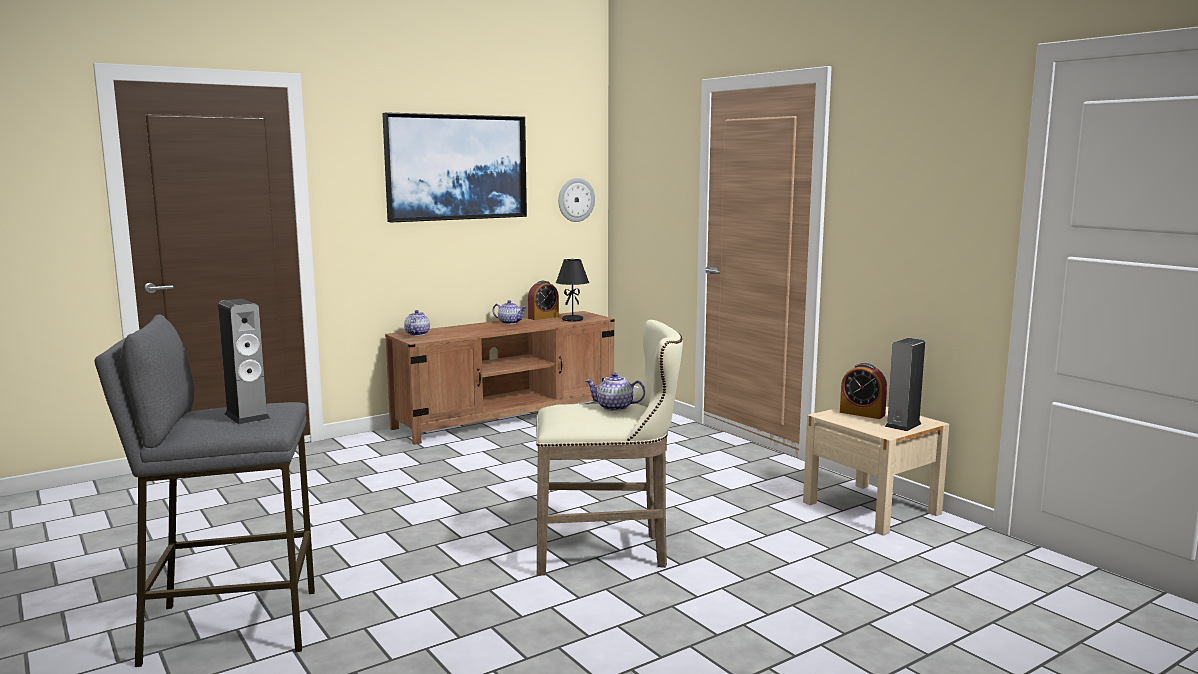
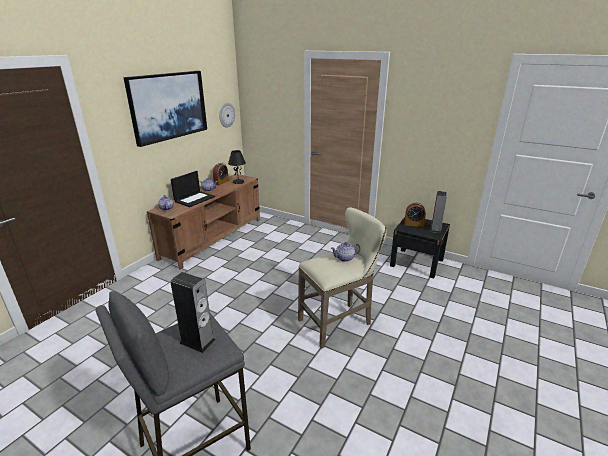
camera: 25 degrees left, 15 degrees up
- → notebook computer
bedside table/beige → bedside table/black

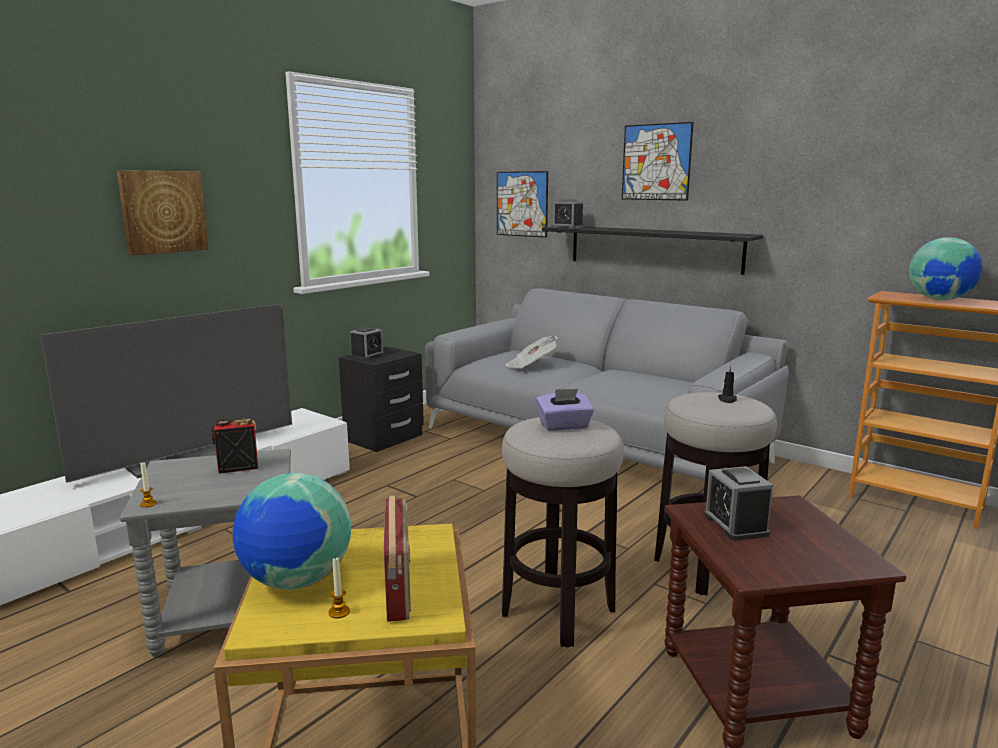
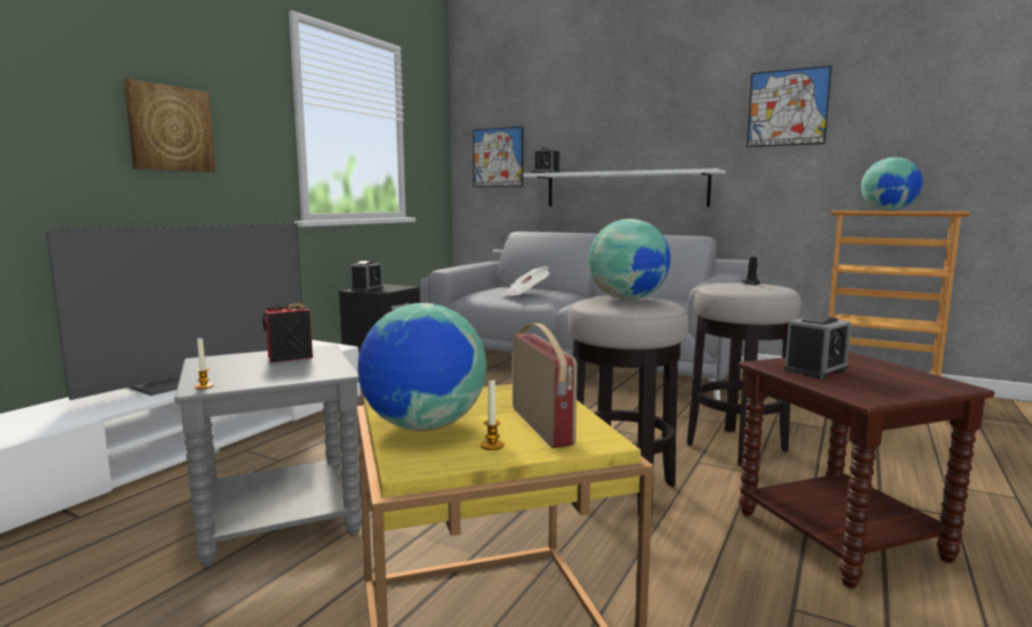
camera: 10 degrees left, 5 degrees down
wall picture (no. 3 from left), shifted
tissue box/purplish → desk globe (no. 2 from left)
bracket shelf/black → bracket shelf/white-coloured
alarm clock (no. 3 from left), 105 degrees counterclockwise

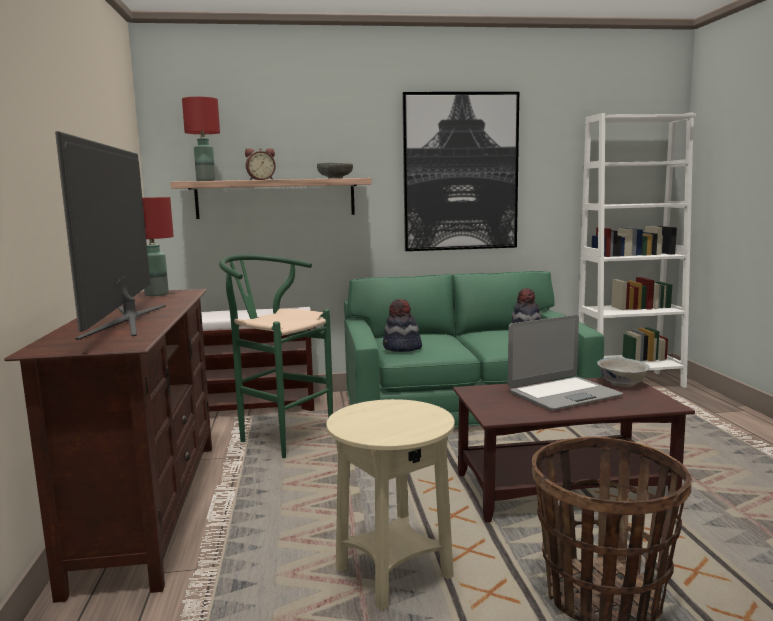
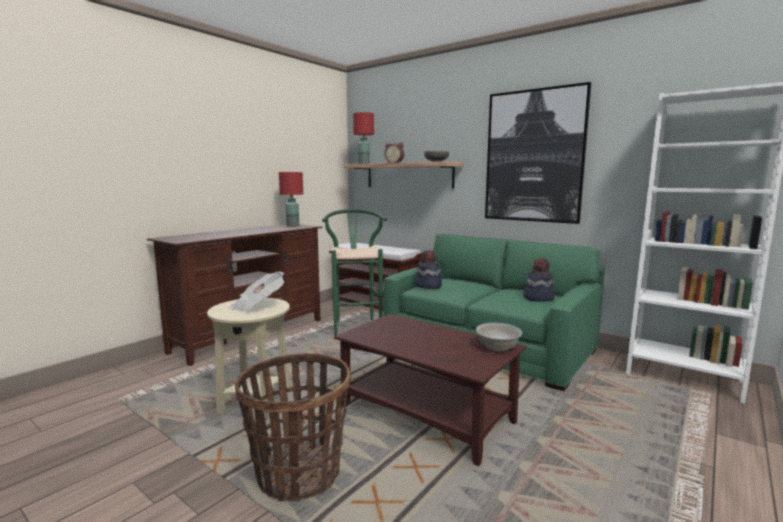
camera: 45 degrees right, 0 degrees up
television → -
notebook computer → -
- → newspaper

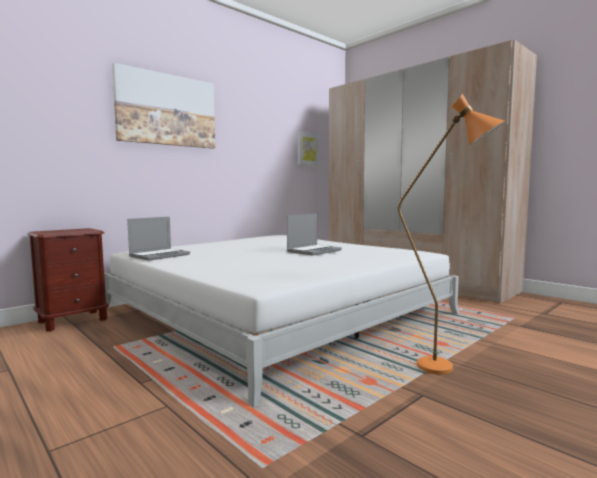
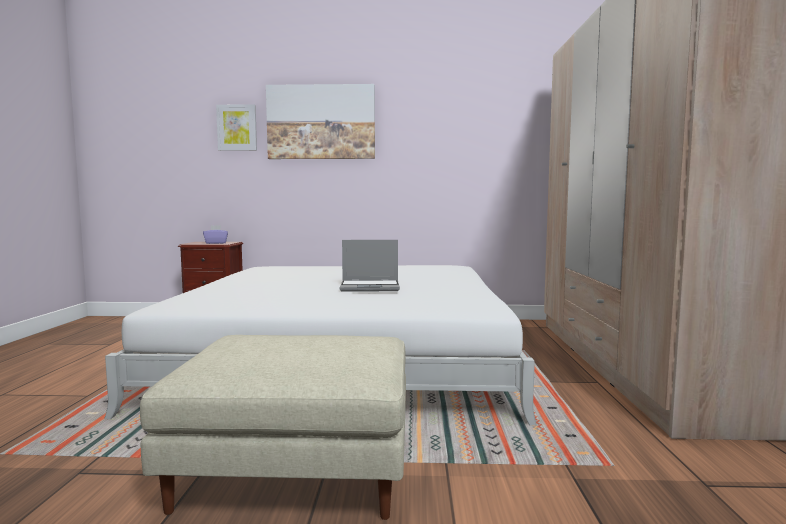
camera: 45 degrees right, 0 degrees up
notebook computer (no. 1 from left) → -
- → tissue box/purplish
wall picture (no. 2 from left in the first image) → wall picture (no. 1 from left), shifted
standard lamp/orange-coloured → pouffe/beige

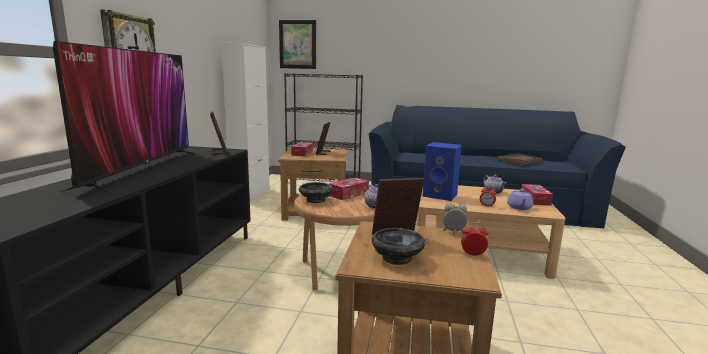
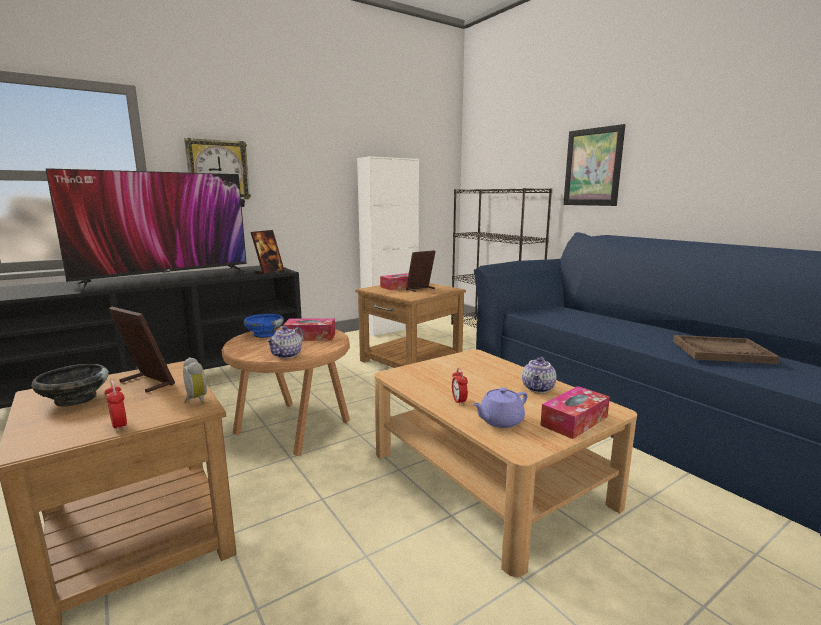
camera: 45 degrees right, 0 degrees up
loudspeaker/blue-coloured → -
wall picture, shifted
deep dish/black (no. 1 from left) → deep dish/blue-coloured

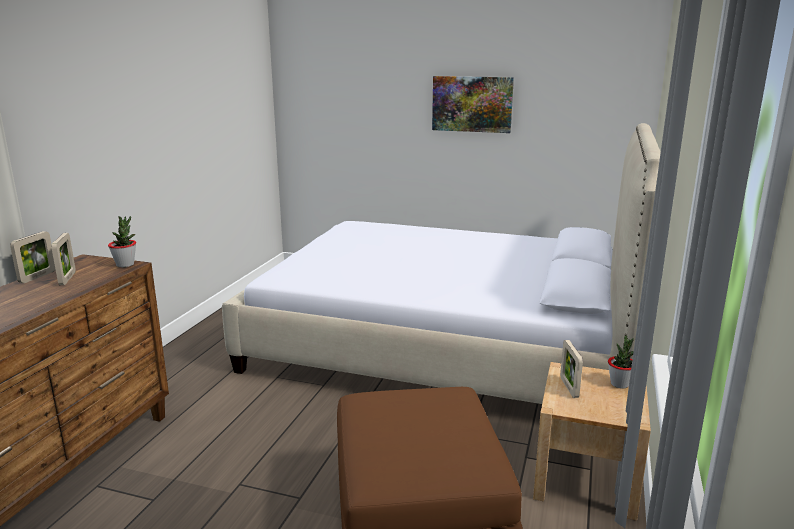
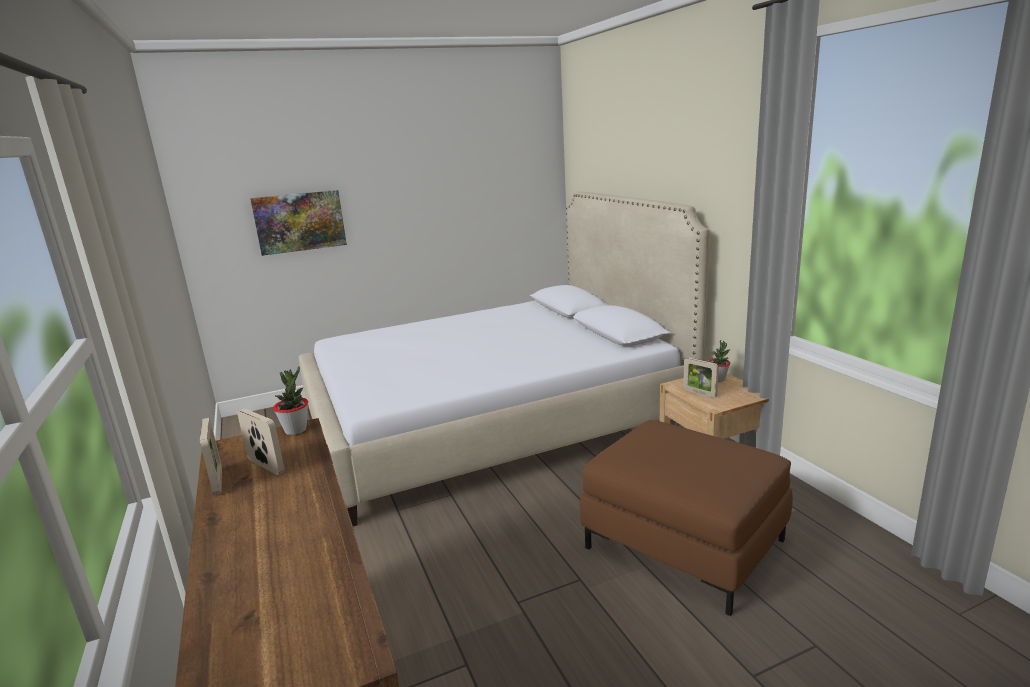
camera: 40 degrees left, 0 degrees up
wall picture, shifted

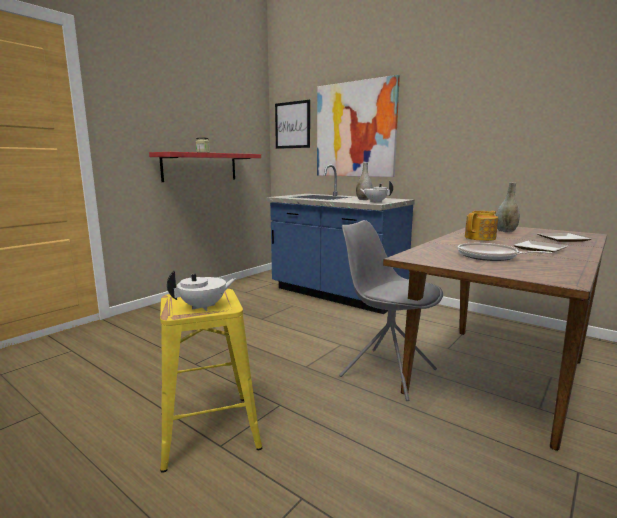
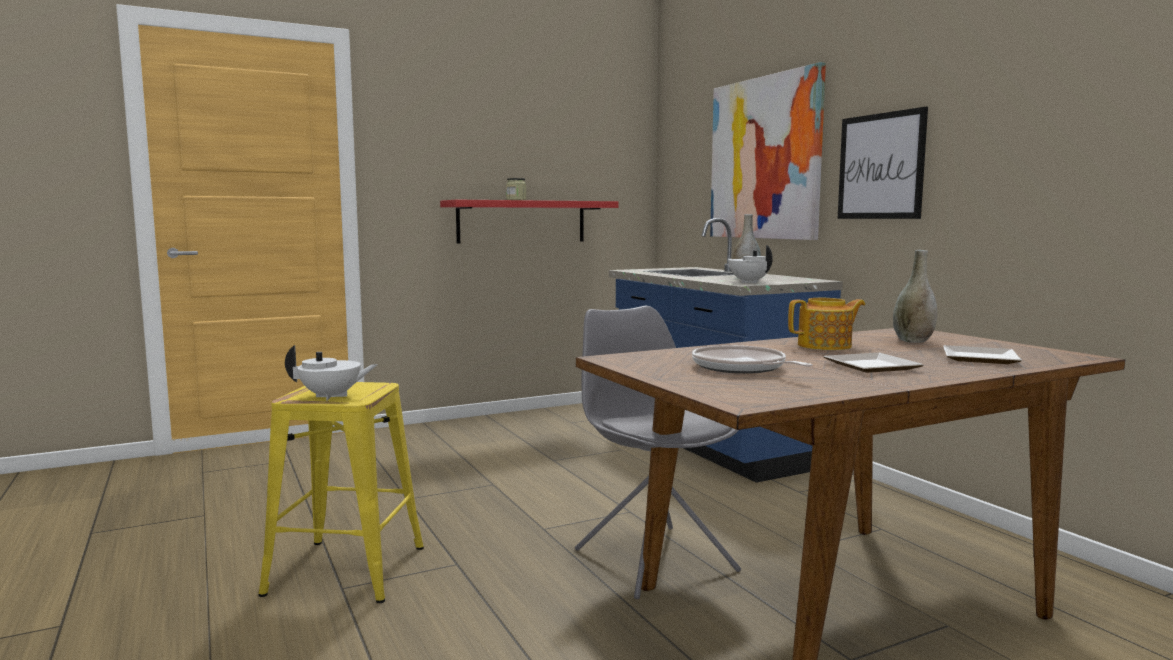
camera: 25 degrees right, 5 degrees down
wall picture (no. 1 from left in the first image) → wall picture (no. 2 from left), shifted

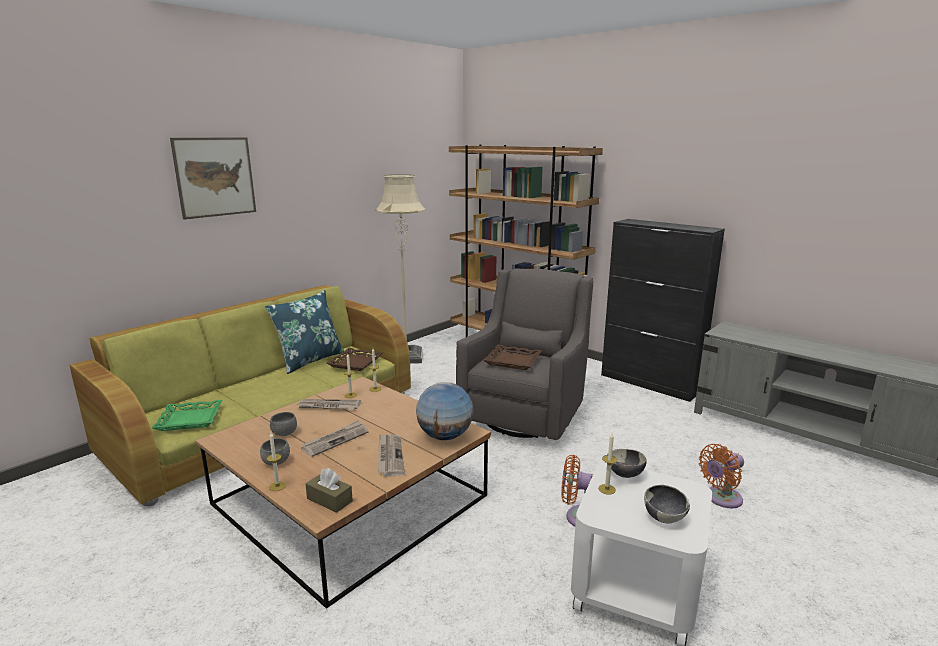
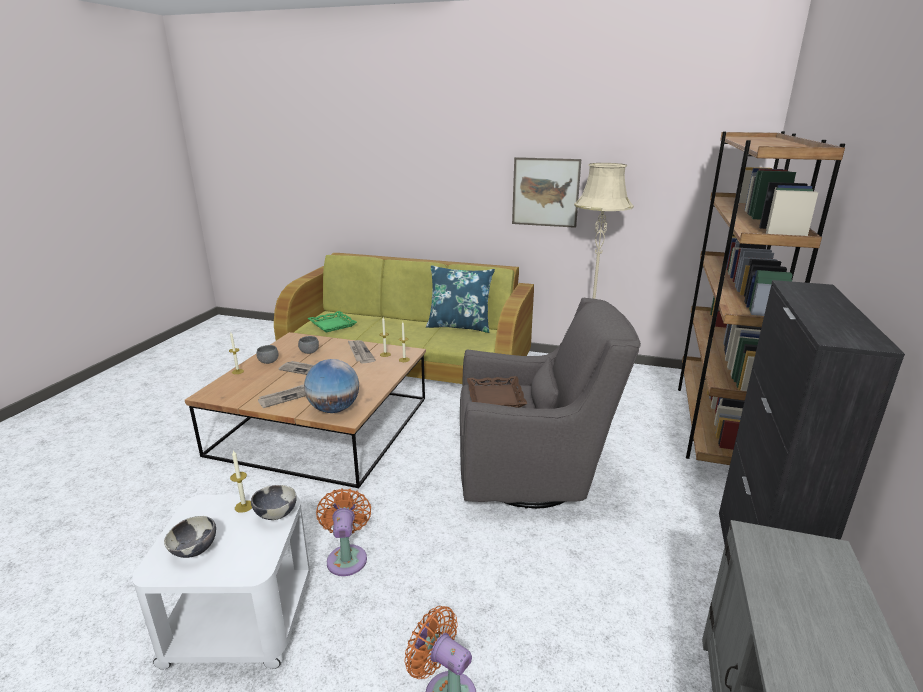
camera: 65 degrees right, 5 degrees up
tissue box/brown-coloured → -
serving tray/brown-coloured (no. 1 from left) → -
wall picture, shifted

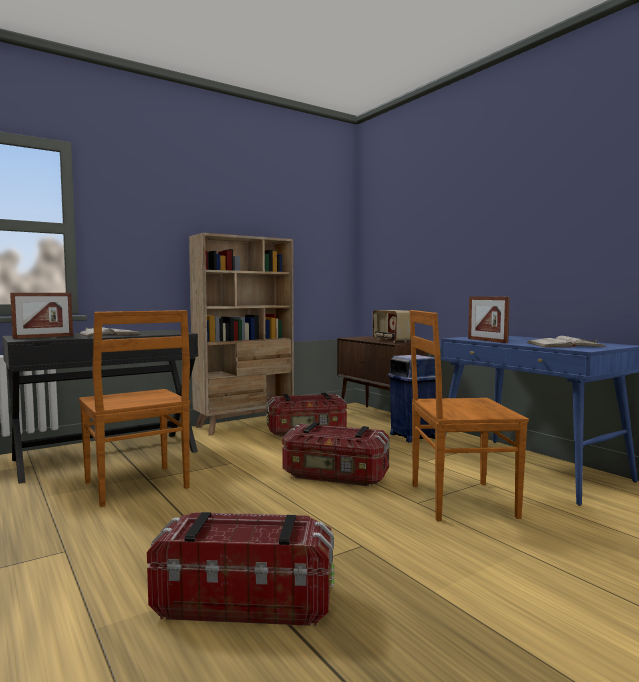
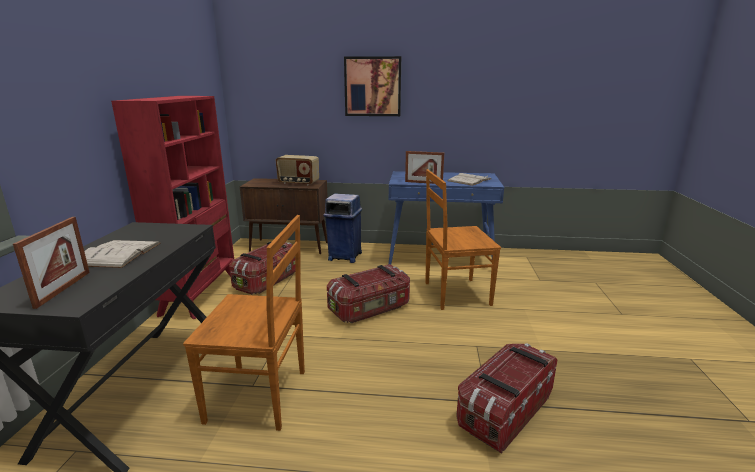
camera: 50 degrees left, 15 degrees up
- → wall picture
shelving unit/beige → shelving unit/red
plain chair/brown-coloured (no. 2 from left), 45 degrees clockwise

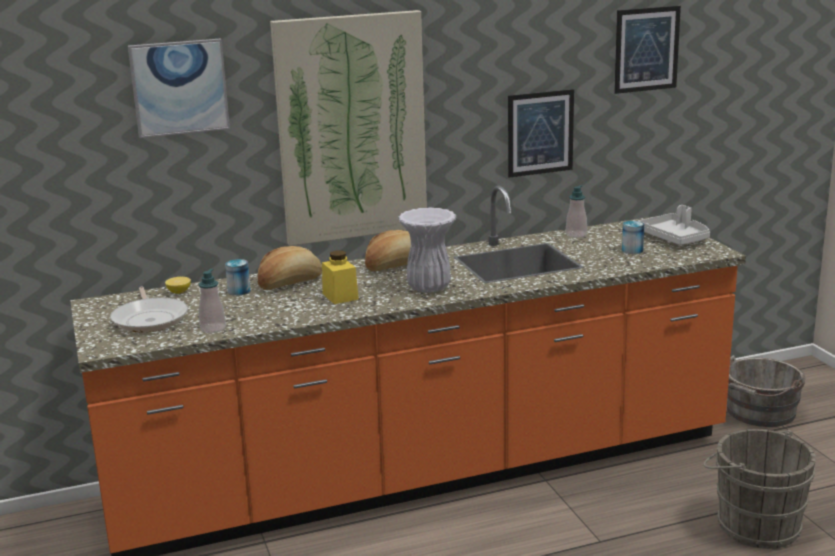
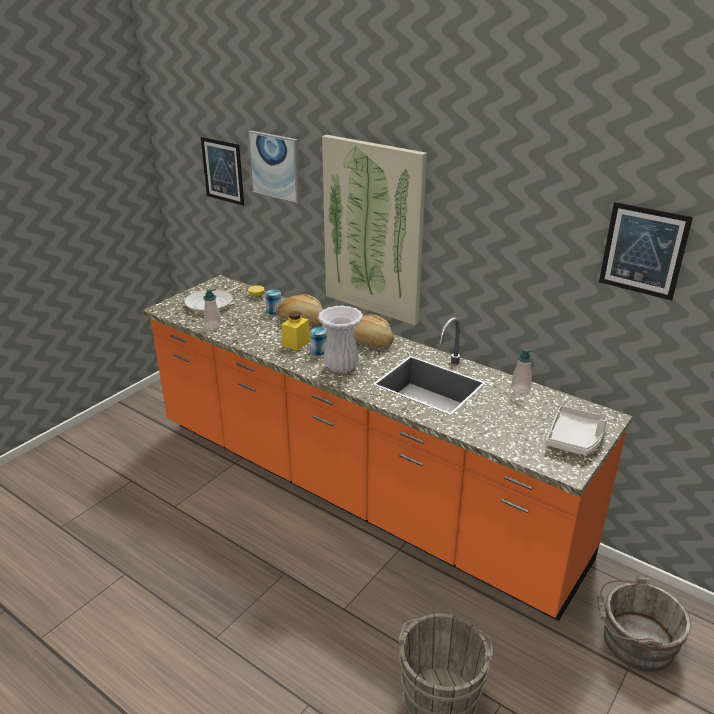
camera: 55 degrees right, 10 degrees up
wall picture (no. 3 from left in the first image) → wall picture (no. 1 from left), shifted
can (no. 2 from left), shifted

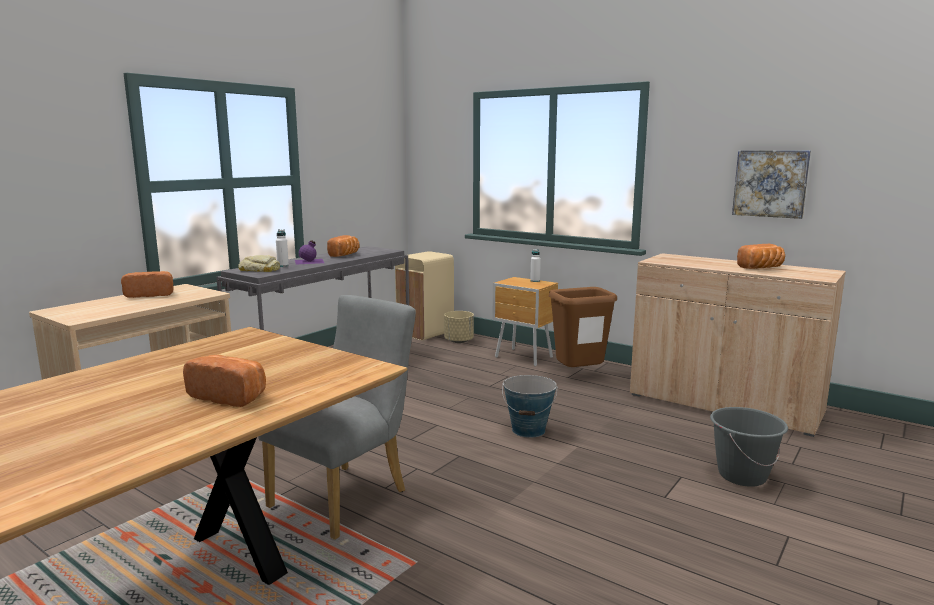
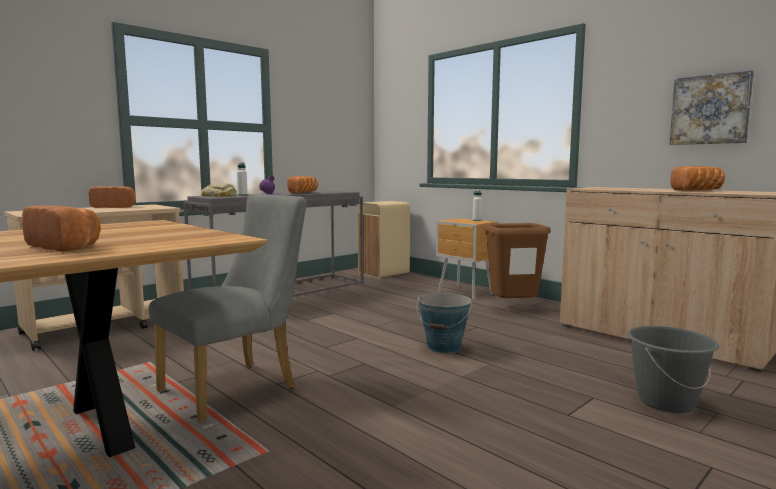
camera: 10 degrees right, 5 degrees down
flower pot/beige → -

